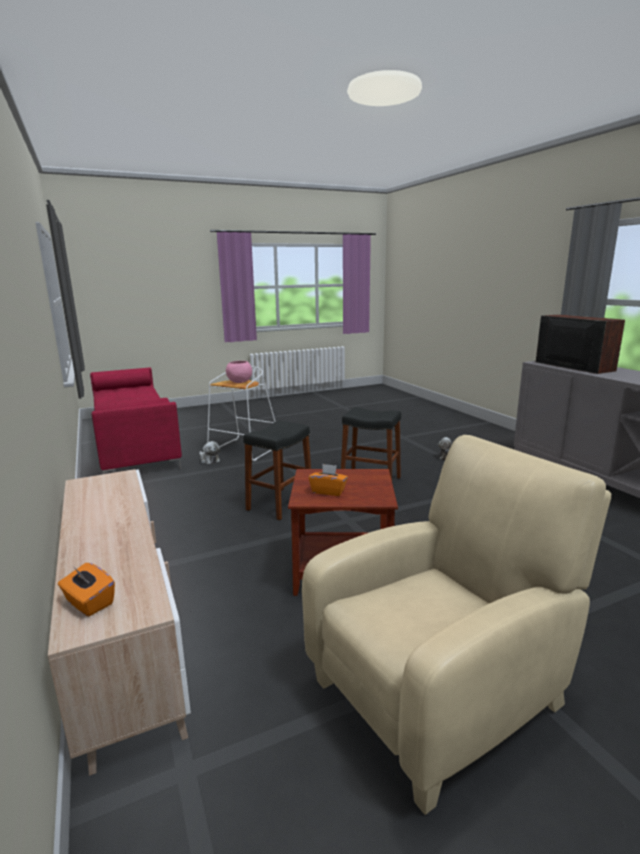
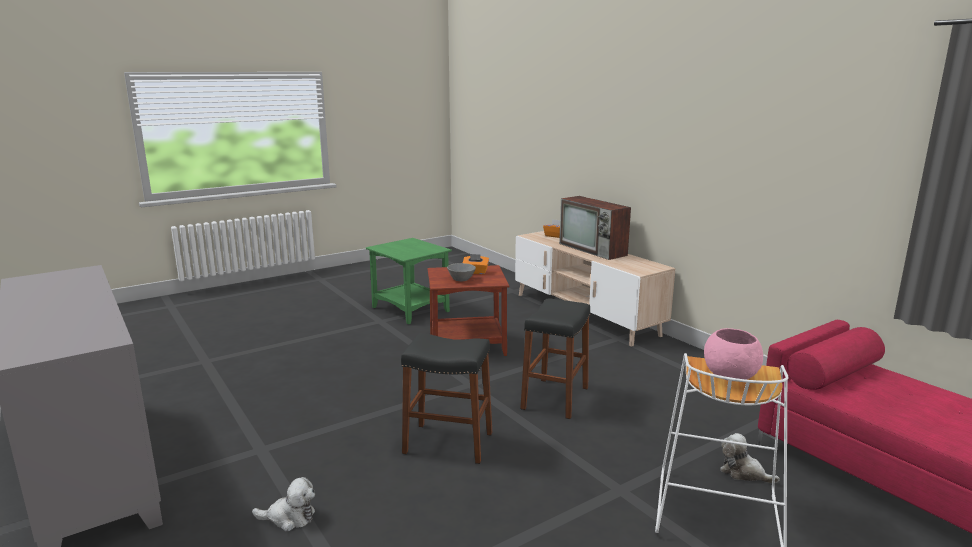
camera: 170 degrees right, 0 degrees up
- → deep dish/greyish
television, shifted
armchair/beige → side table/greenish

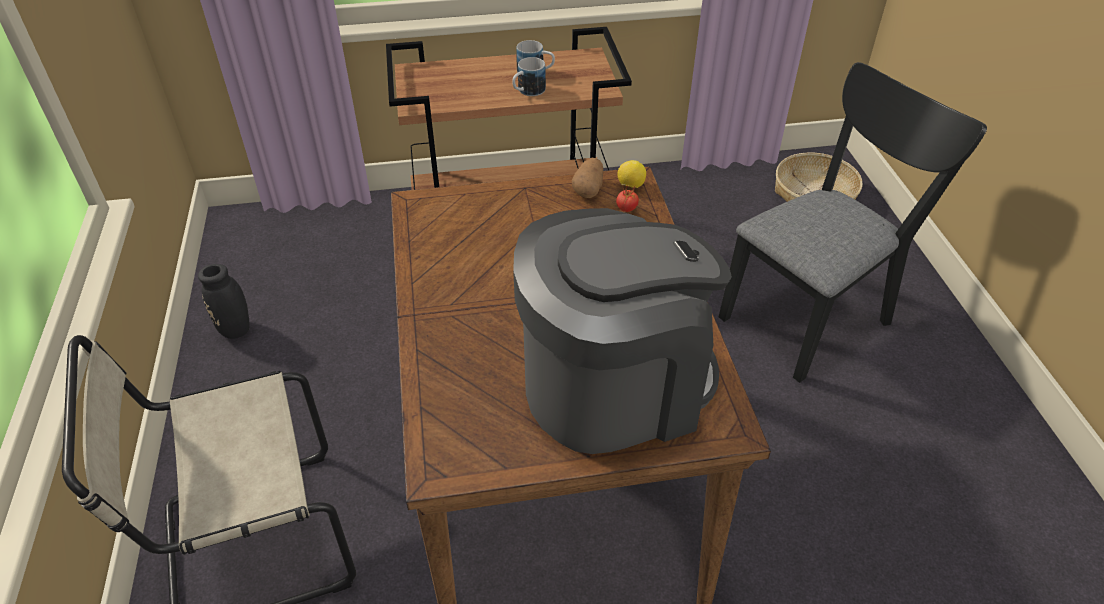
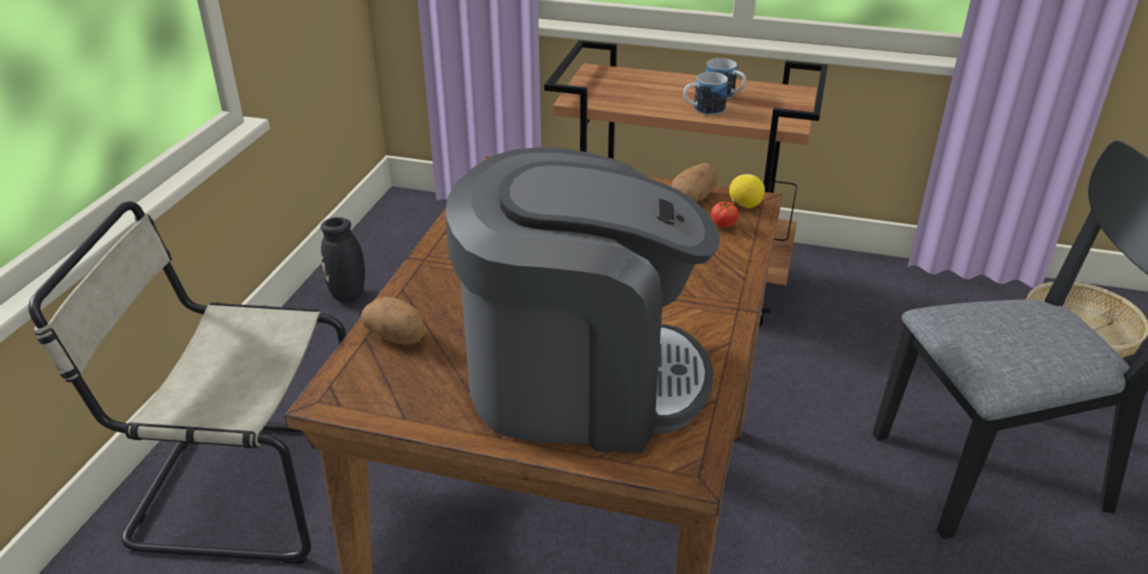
camera: 25 degrees right, 10 degrees down
- → spud (no. 1 from left)

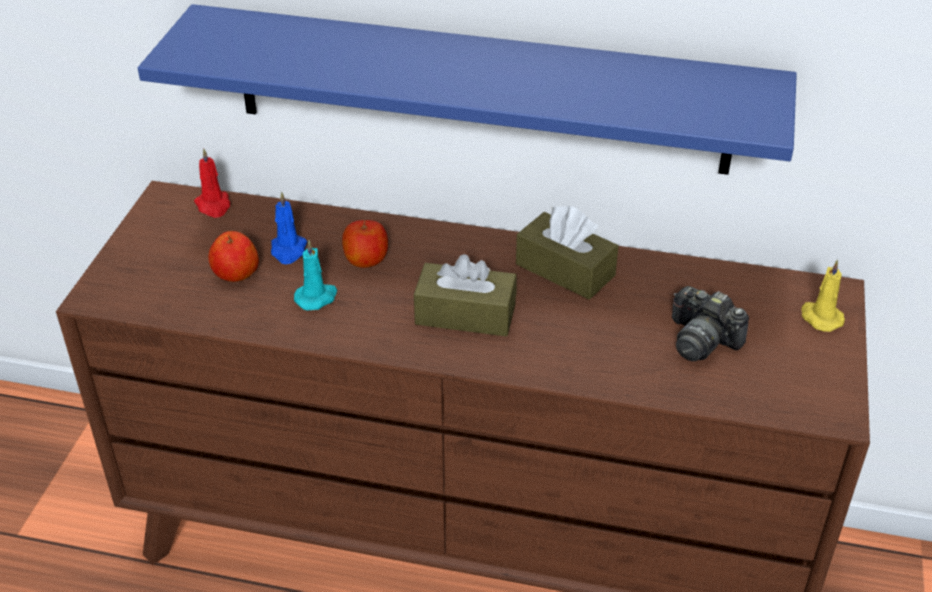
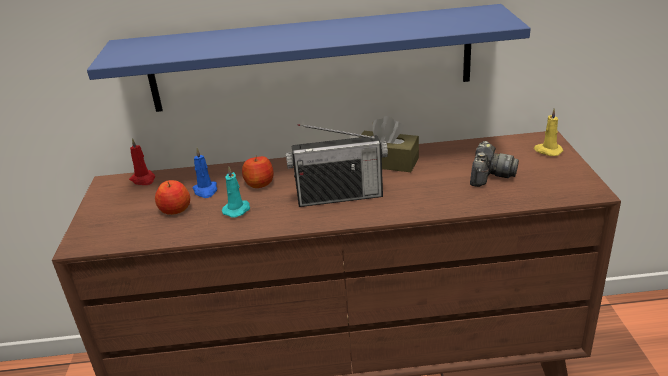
camera: 15 degrees left, 10 degrees down
tissue box/brown-coloured (no. 1 from left) → radio receiver
photo camera, 90 degrees counterclockwise

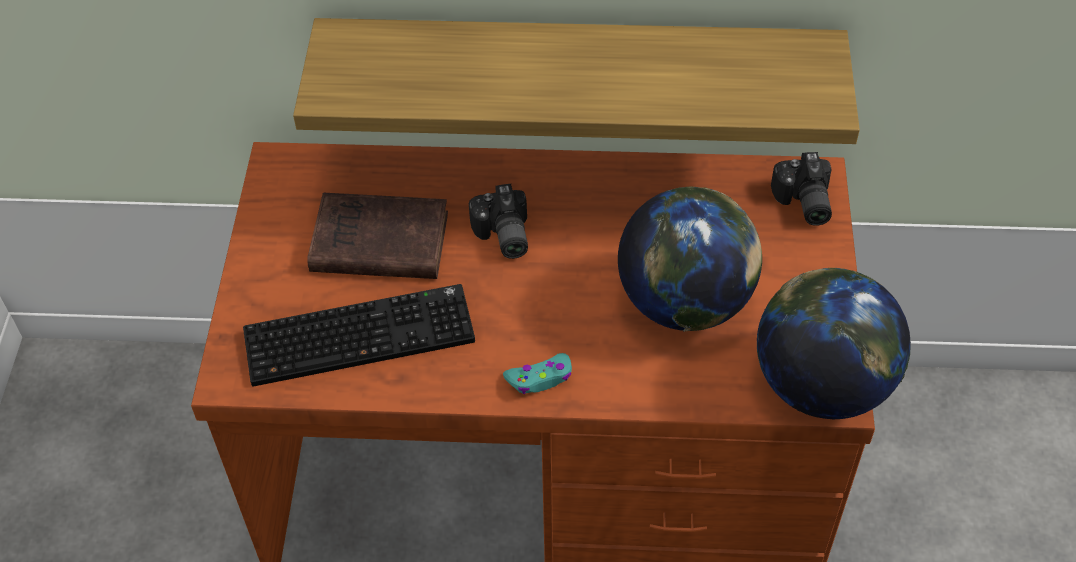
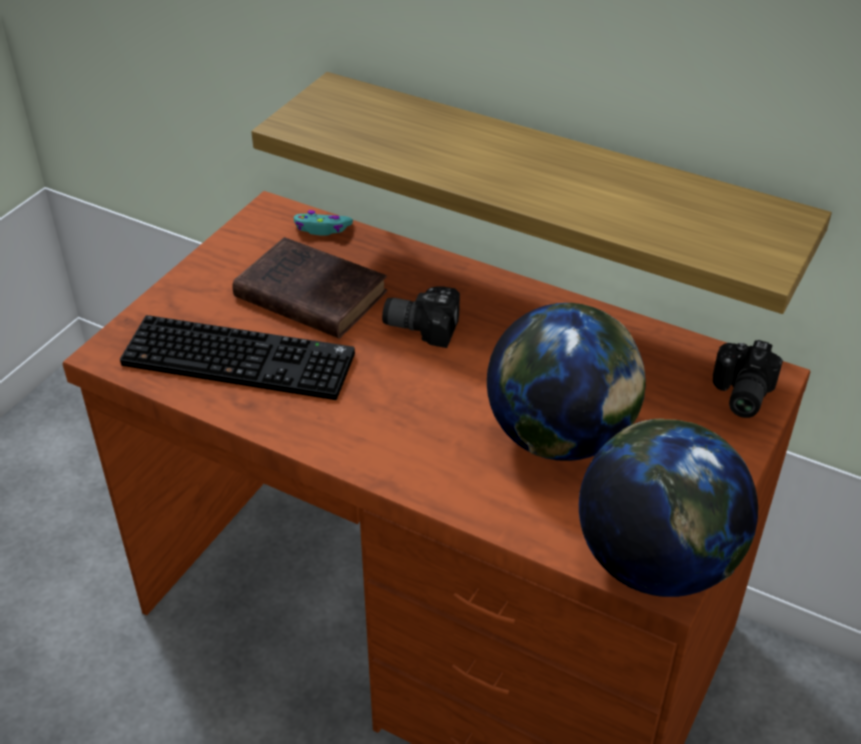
camera: 25 degrees right, 10 degrees down
game controller/turquoise-coloured, shifted
photo camera (no. 1 from left), 90 degrees clockwise

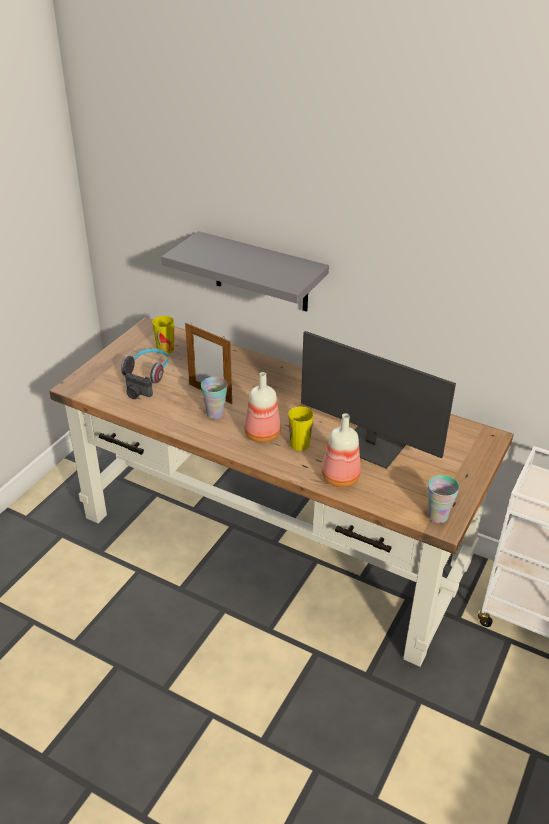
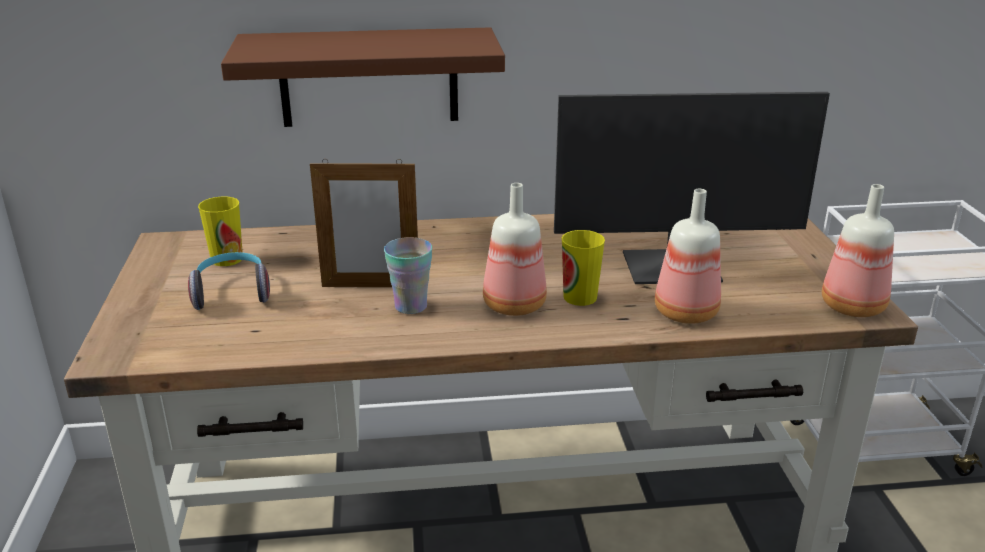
camera: 35 degrees left, 10 degrees down
photo camera → -
drinking cup (no. 4 from left) → drink bottle (no. 3 from left)
bracket shelf/greyish → bracket shelf/brown-coloured

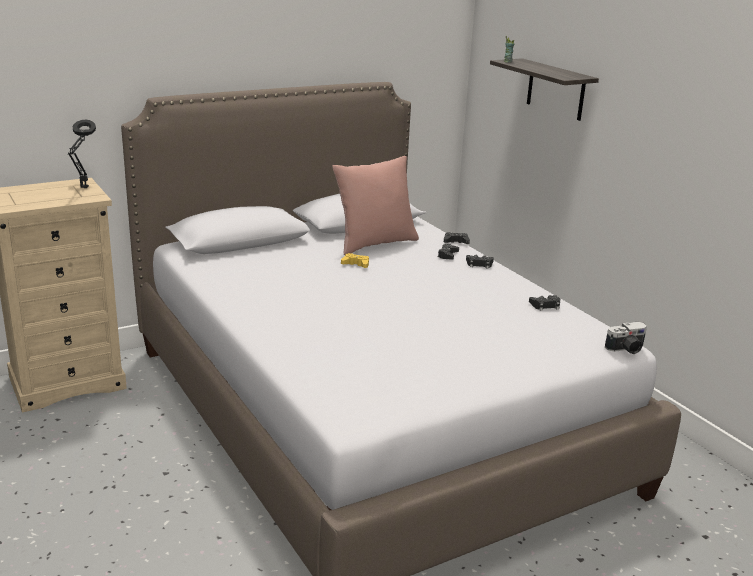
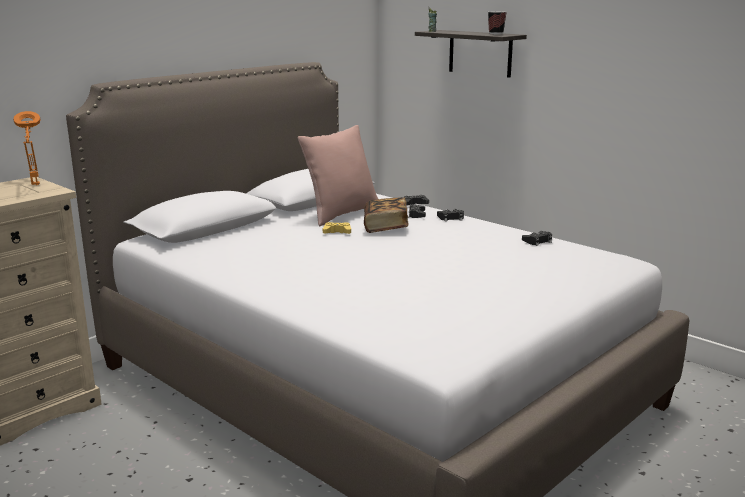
camera: 15 degrees left, 5 degrees down
photo camera → -
- → volume
- → drinking cup (no. 2 from left)
table lamp/black → table lamp/orange-coloured

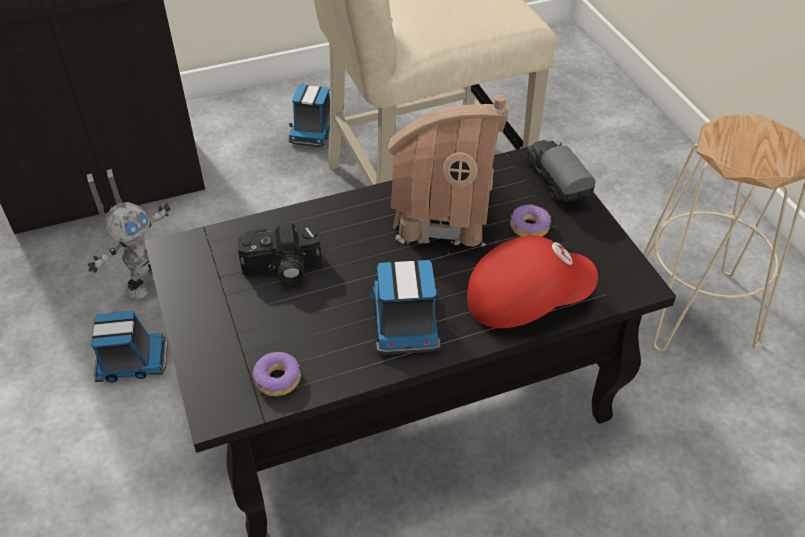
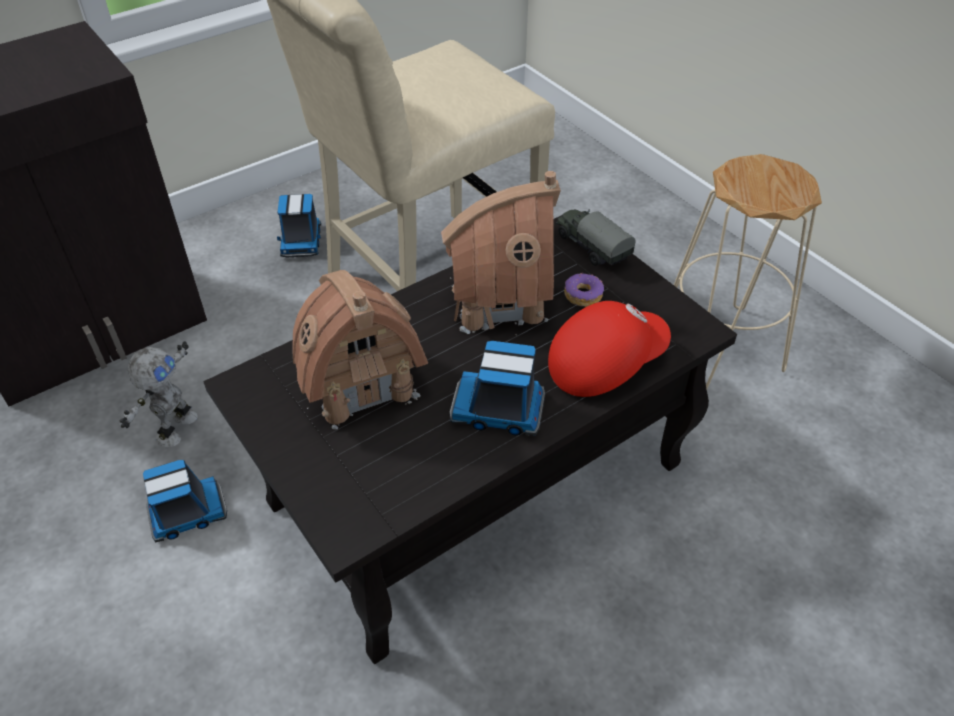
camera: 15 degrees left, 0 degrees up
ring doughnut (no. 1 from left) → -
photo camera → model house (no. 1 from left)
toy lorry (no. 3 from left), 60 degrees counterclockwise

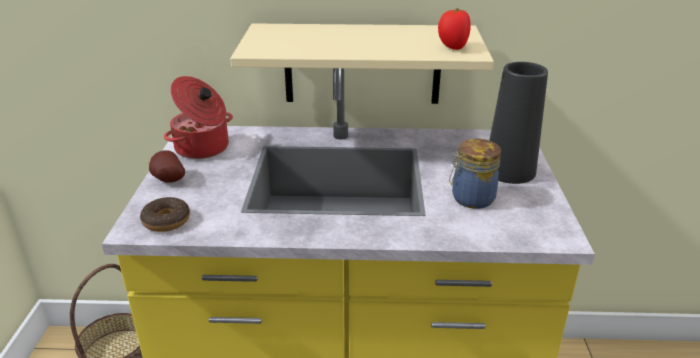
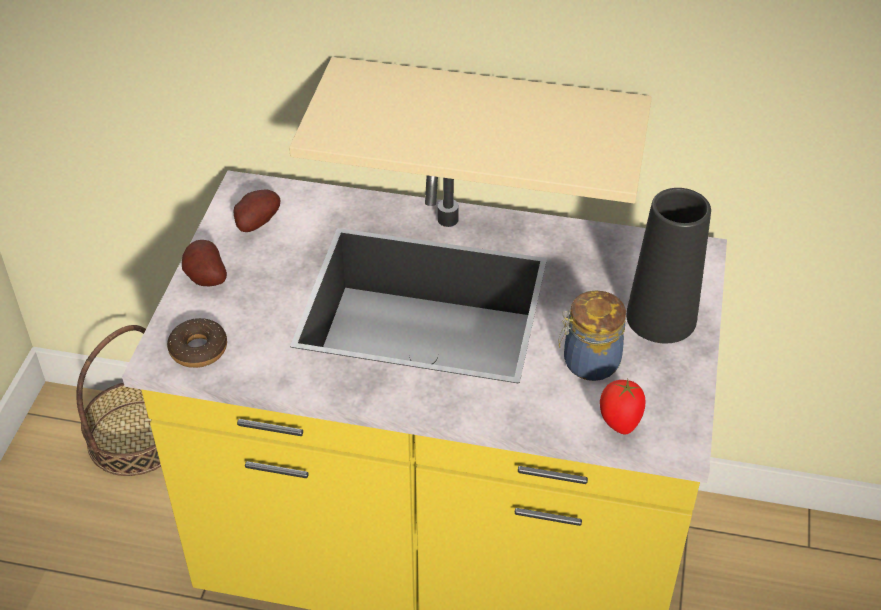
camera: 10 degrees right, 15 degrees up
fresh tomato, shifted
saucepot → spud (no. 2 from left)

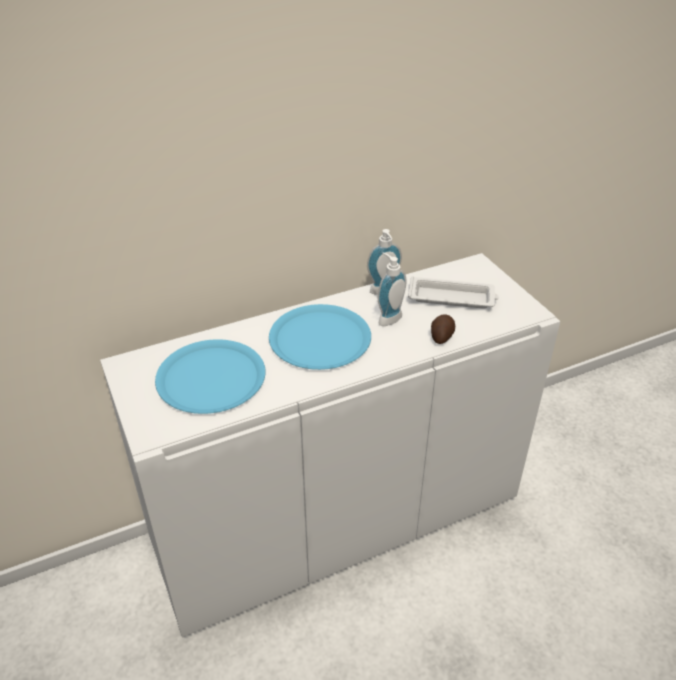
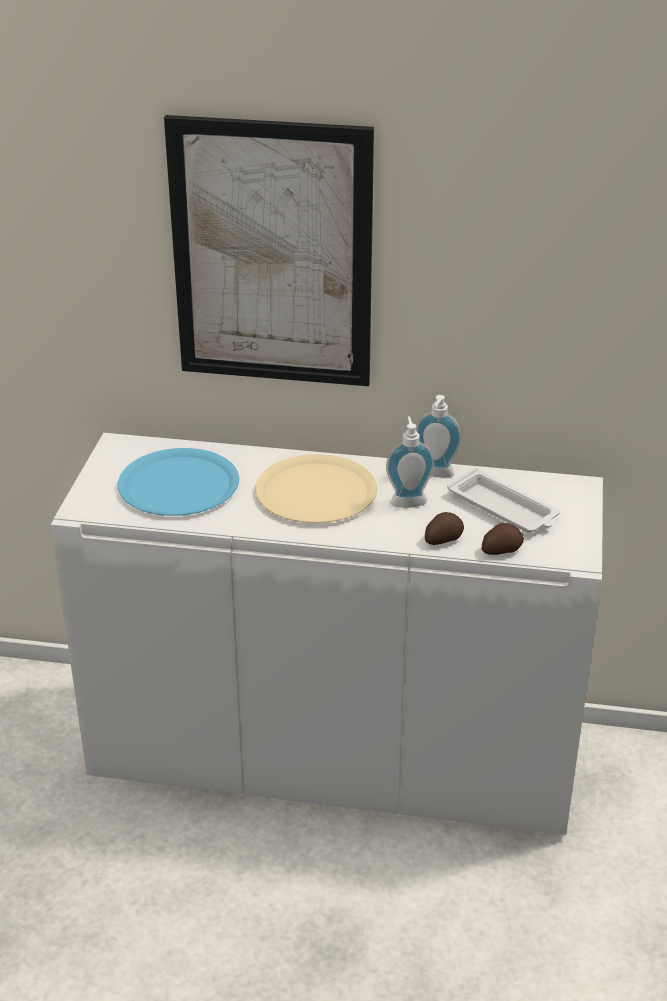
camera: 35 degrees right, 5 degrees down
- → wall picture
- → spud (no. 2 from left)
flat dish/blue-coloured (no. 2 from left) → flat dish/beige

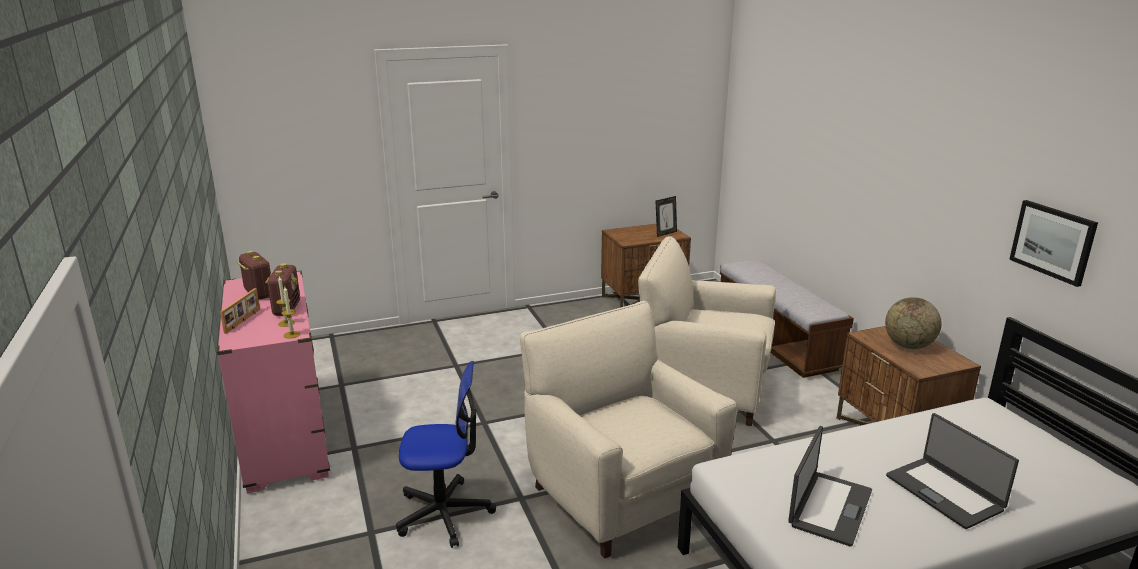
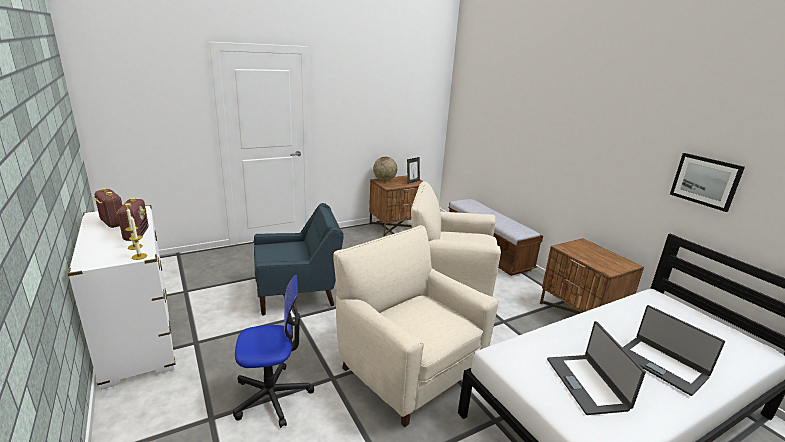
camera: 10 degrees left, 0 degrees up
picture frame (no. 1 from left) → -
- → armchair/blue-coloured
desk globe, shifted
chest of drawers/pink → chest of drawers/white-coloured
notebook computer (no. 1 from left), 150 degrees clockwise

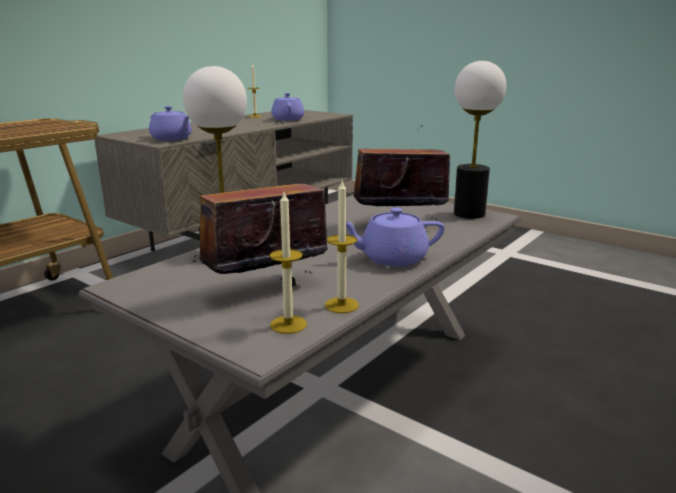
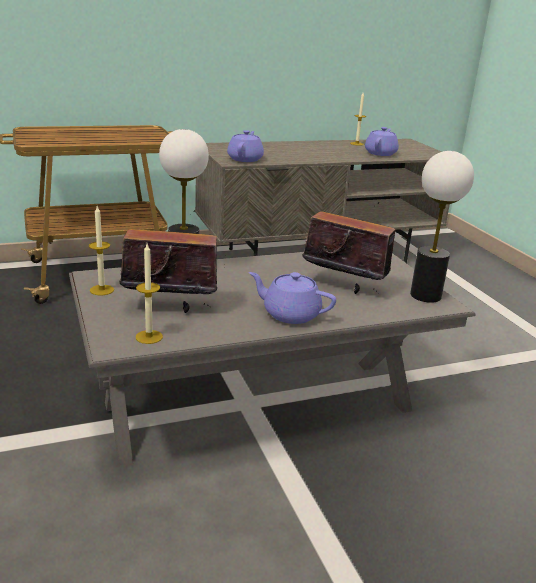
camera: 30 degrees right, 5 degrees up
candle (no. 3 from left in the first image) → candle (no. 1 from left), shifted
pot for tea/purplish (no. 1 from left), 150 degrees counterclockwise

